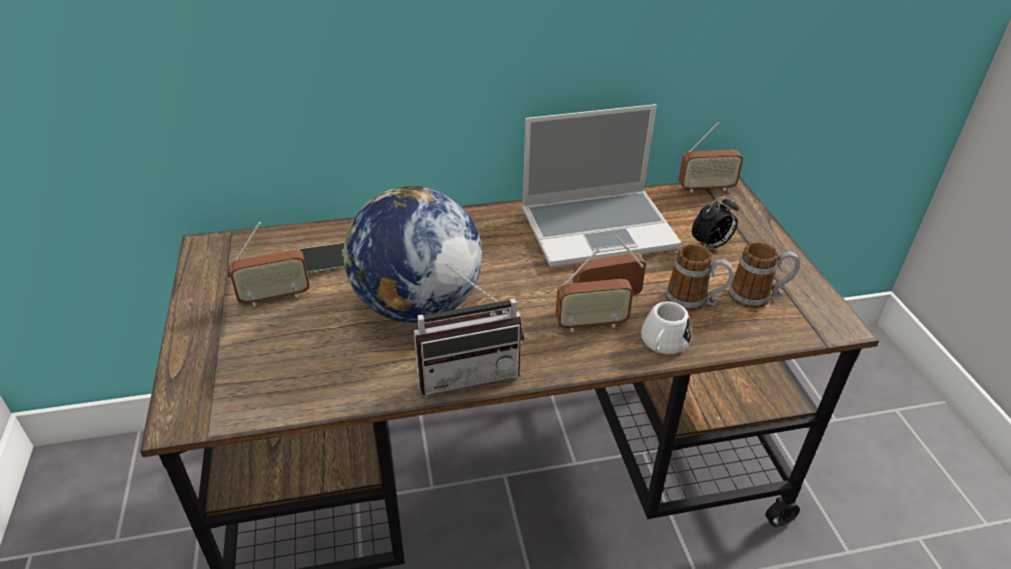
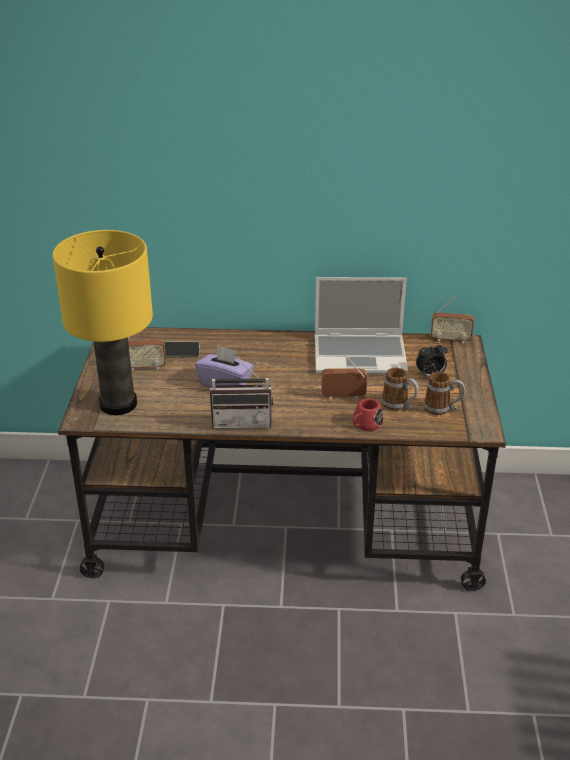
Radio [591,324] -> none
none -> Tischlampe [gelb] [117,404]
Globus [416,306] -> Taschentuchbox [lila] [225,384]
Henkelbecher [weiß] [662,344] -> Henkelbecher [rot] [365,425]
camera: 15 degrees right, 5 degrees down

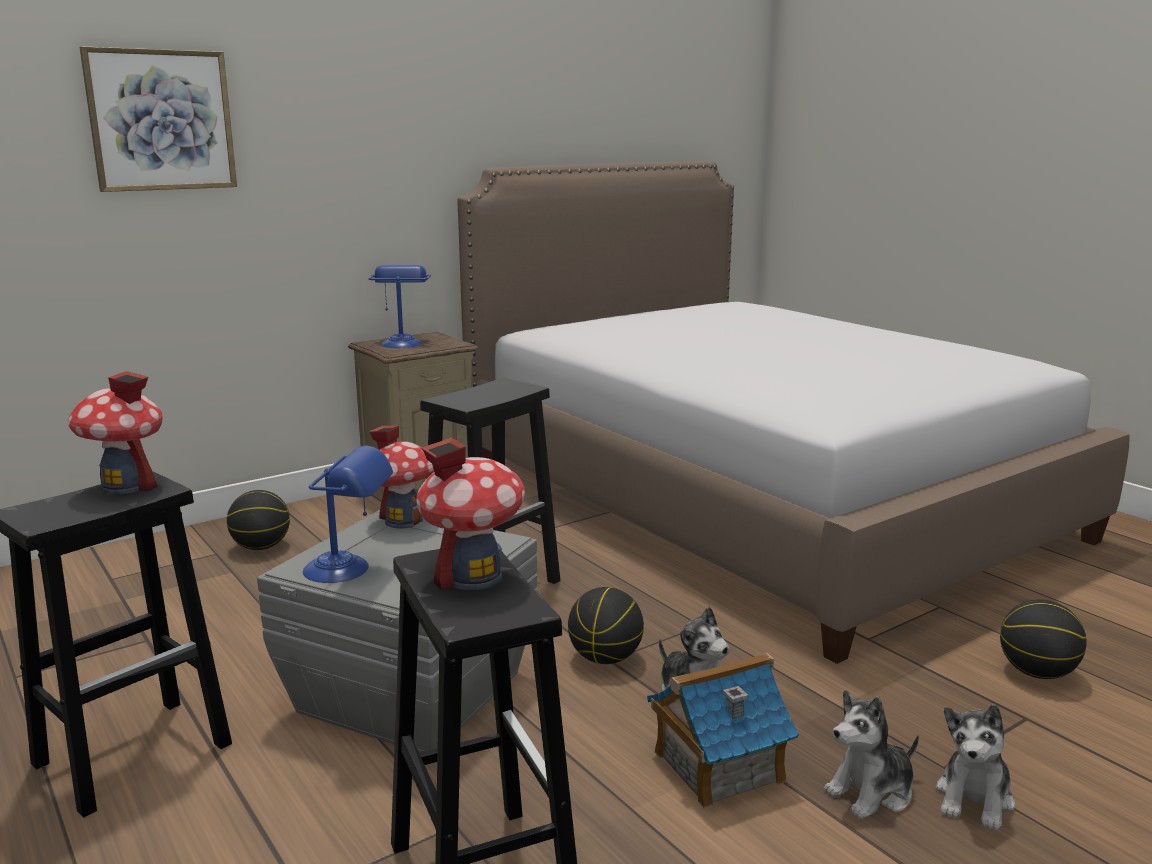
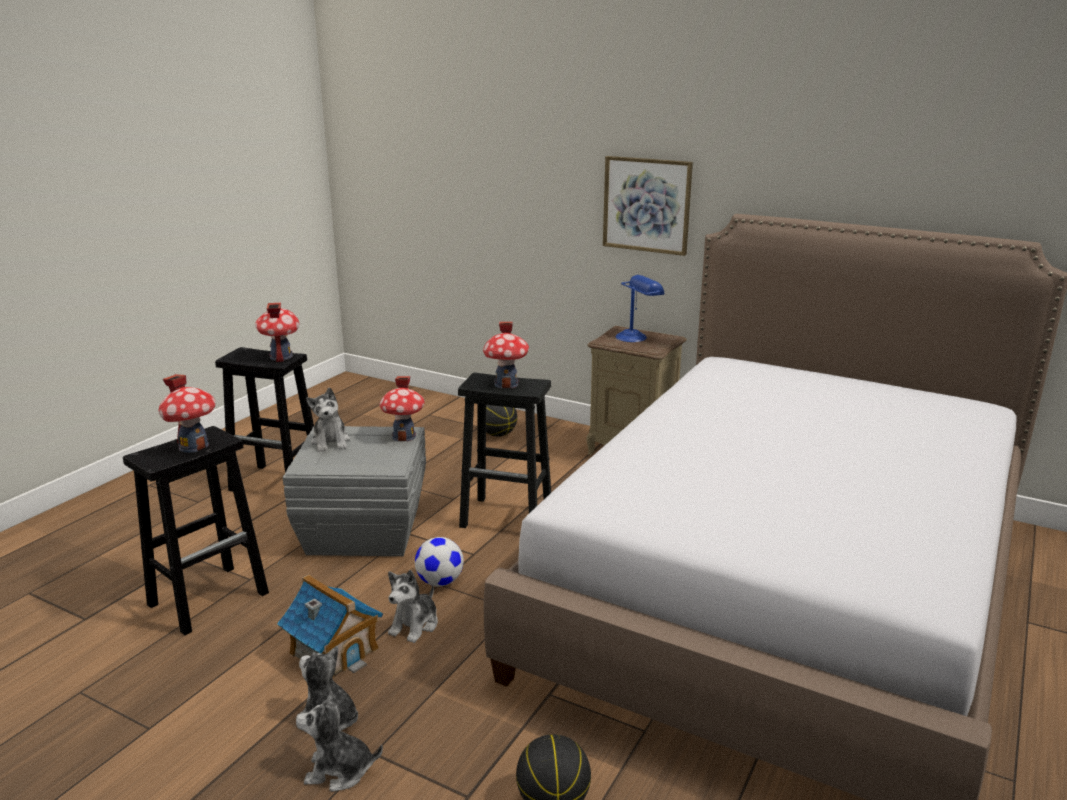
none -> Spielzeughaus [506,384]
Bild [161,120] -> Bild [646,205], moved
Tischlampe [blau] [350,568] -> Plüschtier [331,442]
Basketball [605,658] -> Fußball [440,582]
camera: 65 degrees right, 5 degrees up

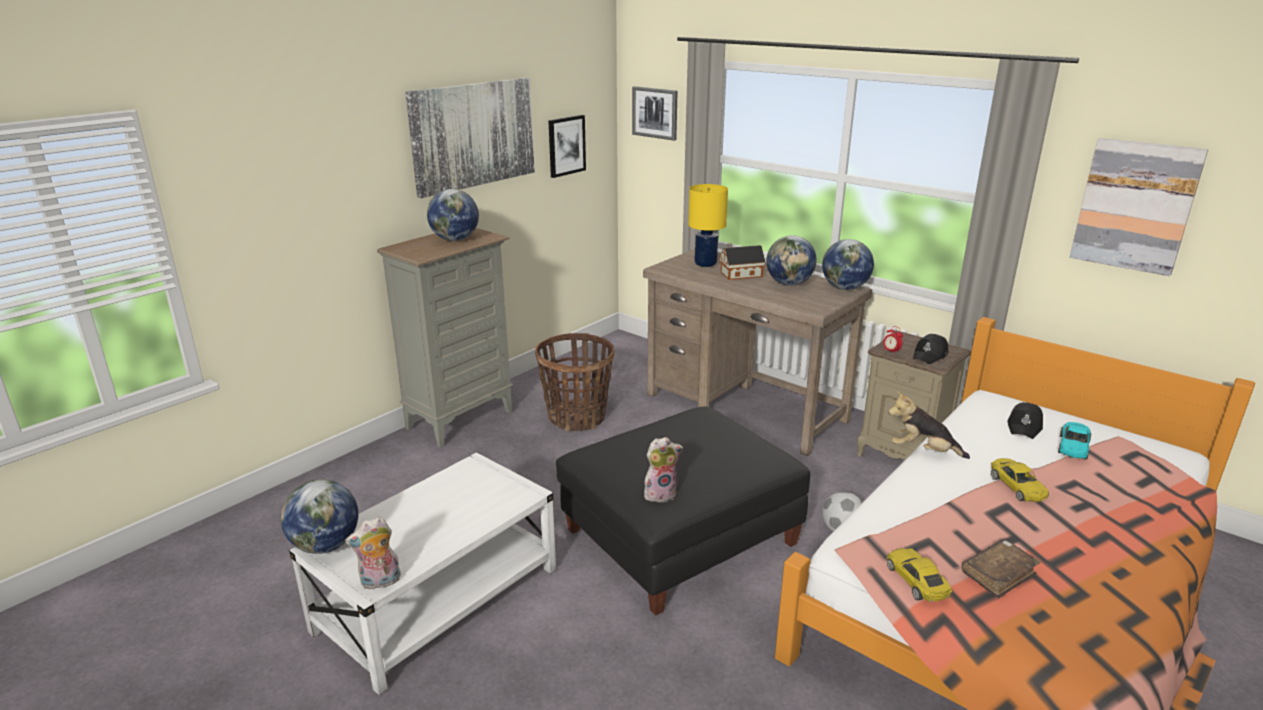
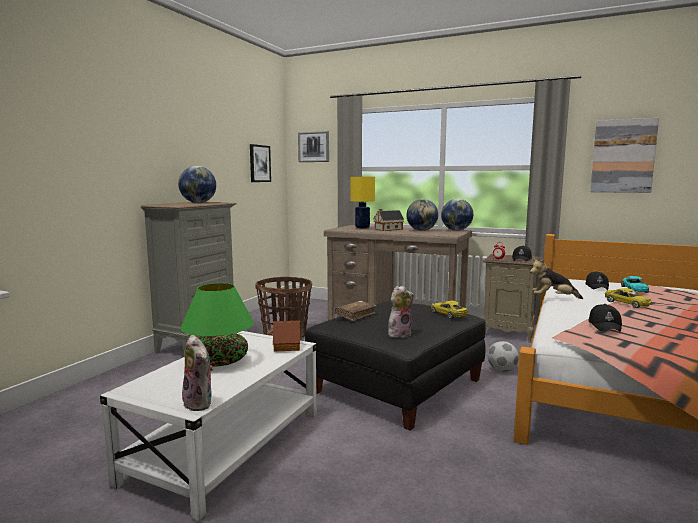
Globus [325,546] -> none
Bild [473,135] -> none
none -> Tischlampe [grün] [220,361]
none -> Spielzeughaus [287,346]
none -> Kappe [schwarz] [605,325]
Spielzeugauto [gelb] [917,581] -> Spielzeugauto [gelb] [448,314], moved
Buch [braun] [998,574] -> Buch [braun] [356,315], moved
Plüschtier [380,582] -> Plüschtier [200,403], 90 degrees counterclockwise
camera: 15 degrees left, 15 degrees down

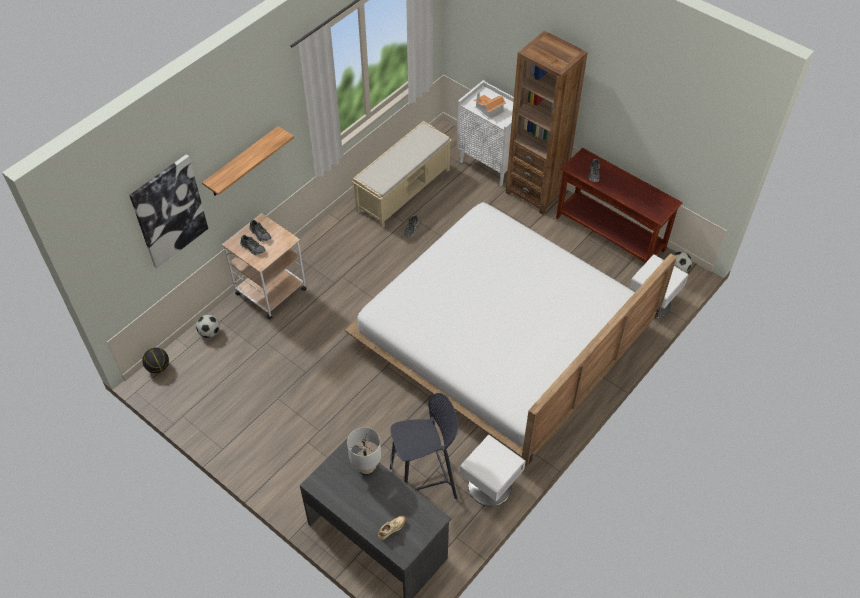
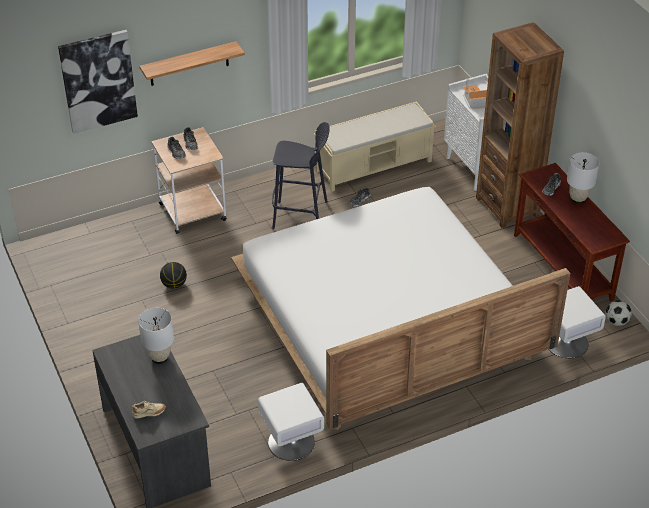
Fußball [209,332] -> none
none -> Tischlampe [weiß] [578,199]
Basketball [158,367] -> Basketball [174,284], moved
Hocker [grau] [424,479] -> Hocker [grau] [301,217], moved
camera: 25 degrees right, 10 degrees down

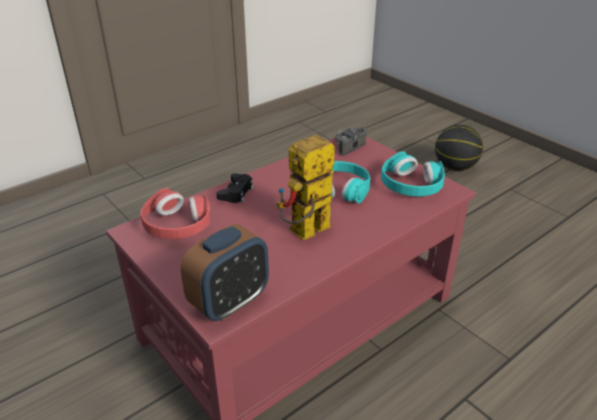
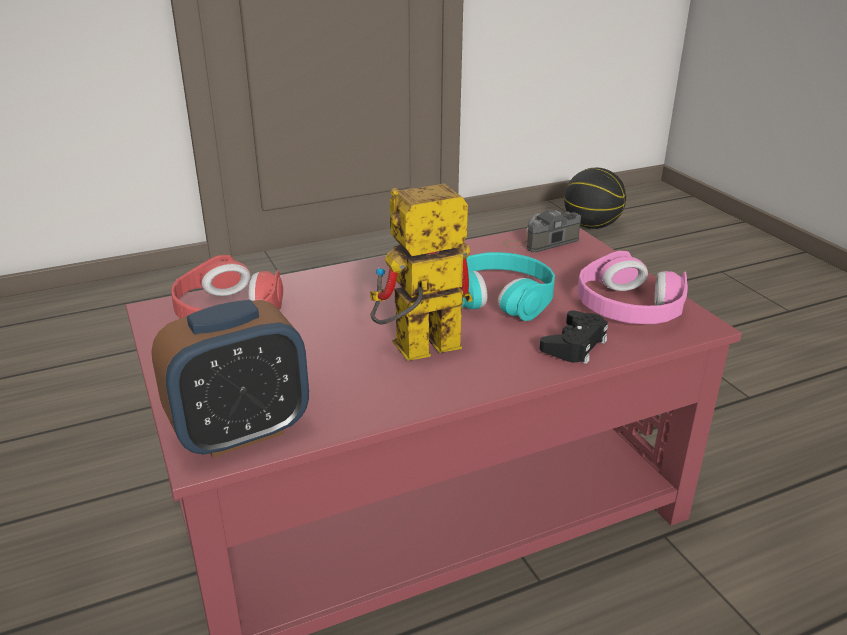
Gamepad [schwarz] [236,192] -> Gamepad [schwarz] [575,344], moved
Basketball [455,167] -> Basketball [591,226], moved
Kopfhörer [türkis] [411,185] -> Kopfhörer [rosa] [628,307]
camera: 15 degrees right, 5 degrees down

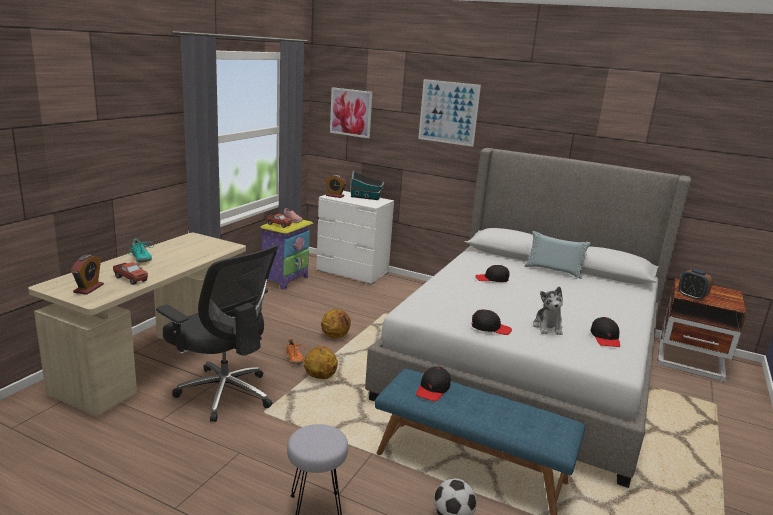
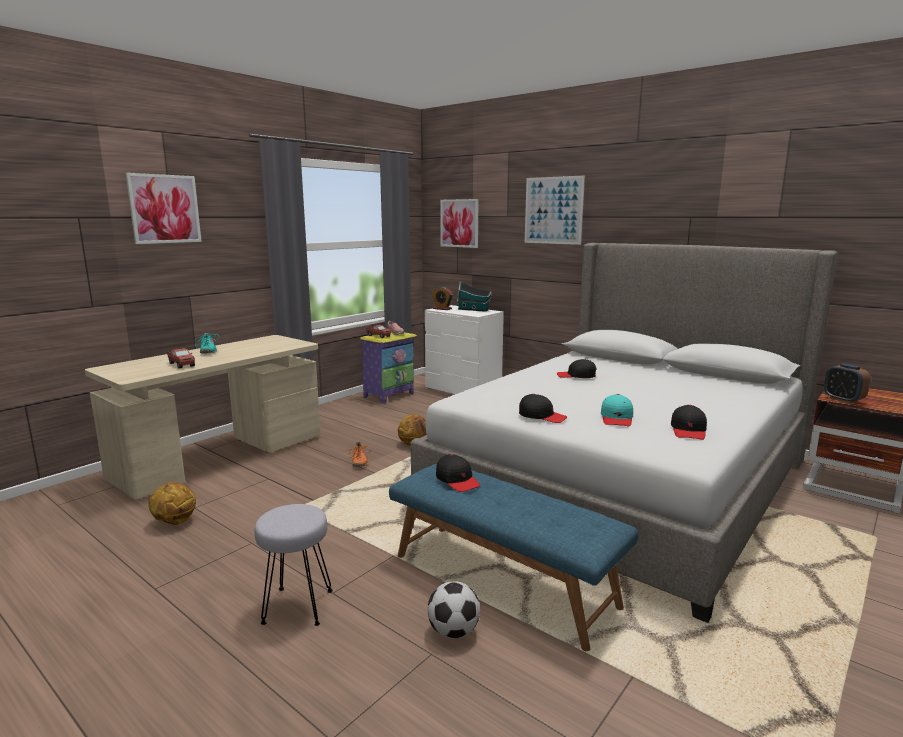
Wecker [88,288] -> none
Bürostuhl [224,393] -> none
Kissen [blau] [553,271] -> none
none -> Bild [164,209]
Basketball [320,377] -> Basketball [174,522], moved
Plüschtier [547,327] -> Kappe [türkis] [617,418]
Kappe [schwarz] [433,389] -> Kappe [schwarz] [457,480], 75 degrees counterclockwise
camera: 15 degrees right, 5 degrees down

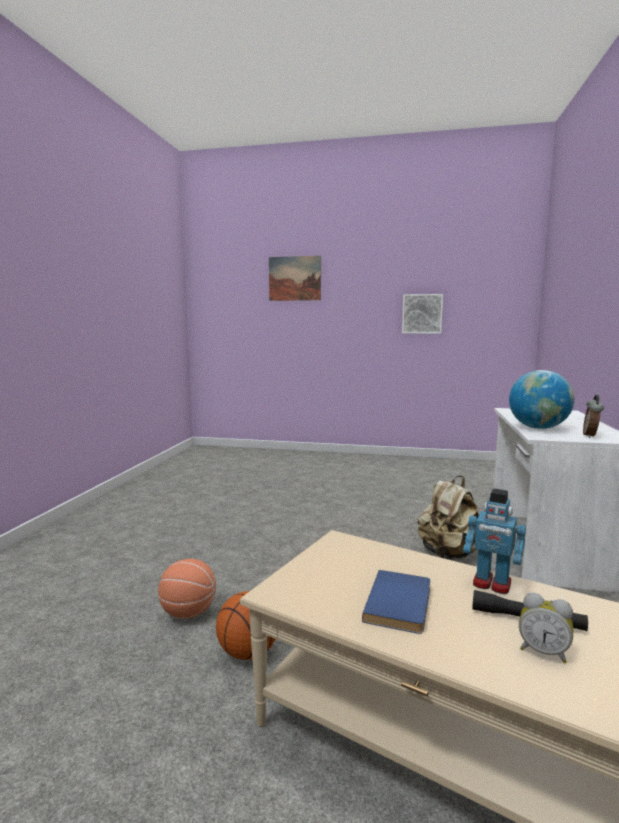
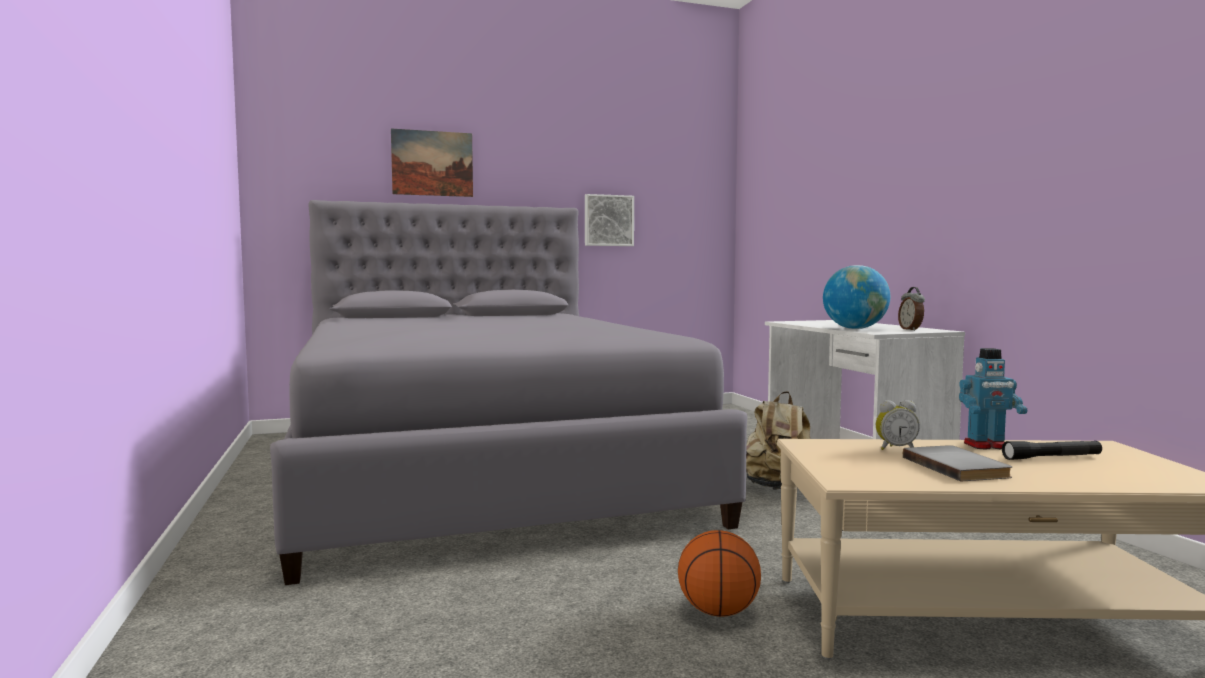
Basketball [189,613] -> none
none -> Bett [grau] [482,468]
Wecker [543,651] -> Wecker [895,448], moved
Buch [blau] [401,604] -> Buch [grau] [958,467]
camera: 30 degrees left, 5 degrees down

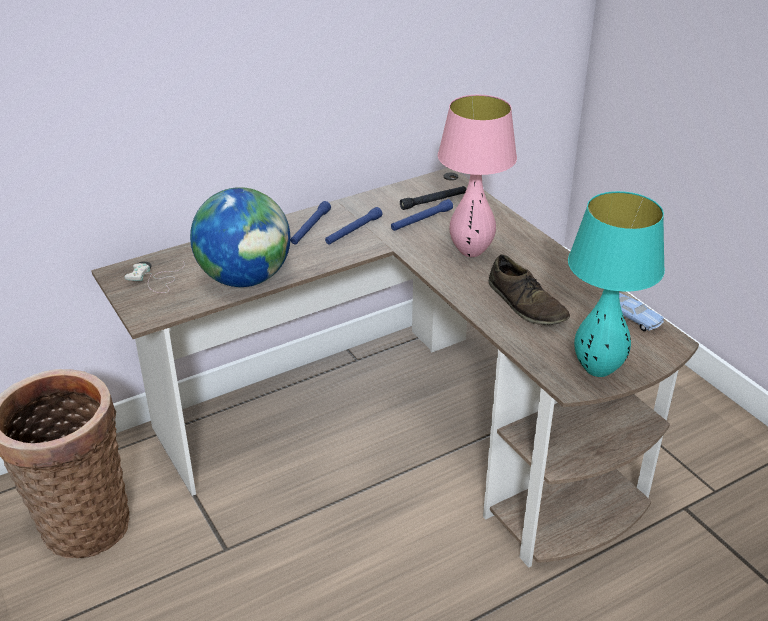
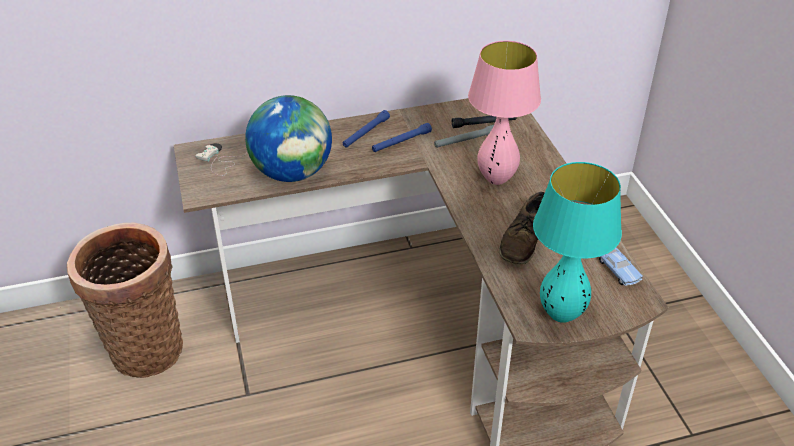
Taschenlampe [blau] [421,220] -> Taschenlampe [grau] [465,141]
Schuh [braun] [526,304] -> Schuh [braun] [524,239], 45 degrees clockwise
camera: 15 degrees right, 5 degrees up

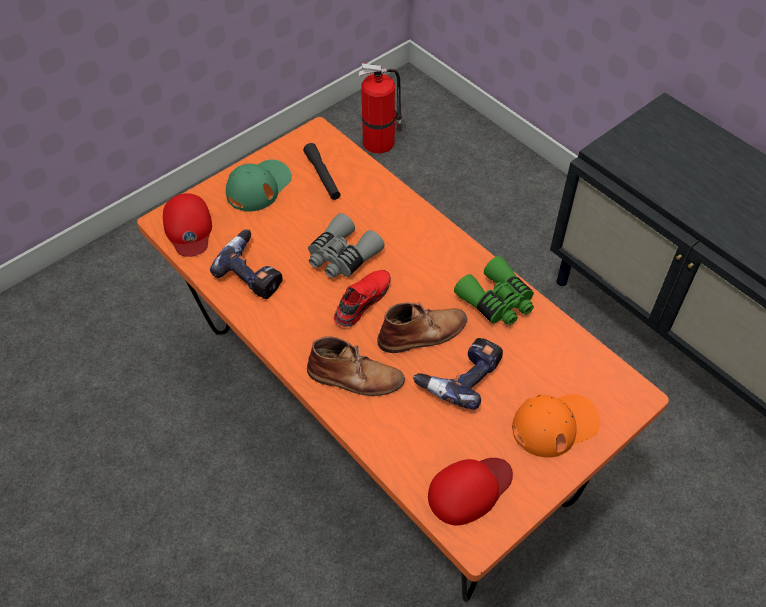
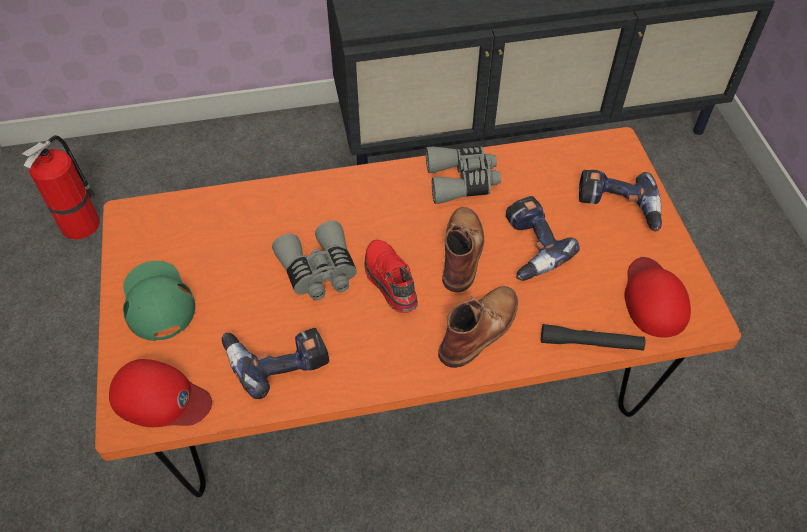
Taschenlampe [schwarz] [322,176] -> Taschenlampe [schwarz] [590,343], moved
Kappe [orange] [555,425] -> Bohrmaschine [617,208]
Fernglas [grün] [497,301] -> Fernglas [grau] [462,181]
camera: 60 degrees left, 0 degrees up

